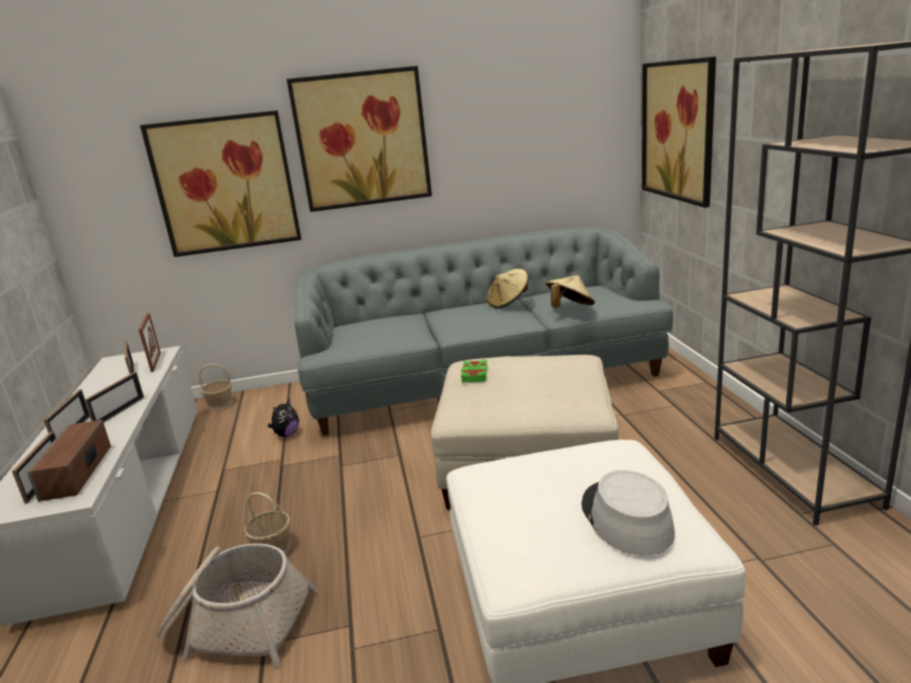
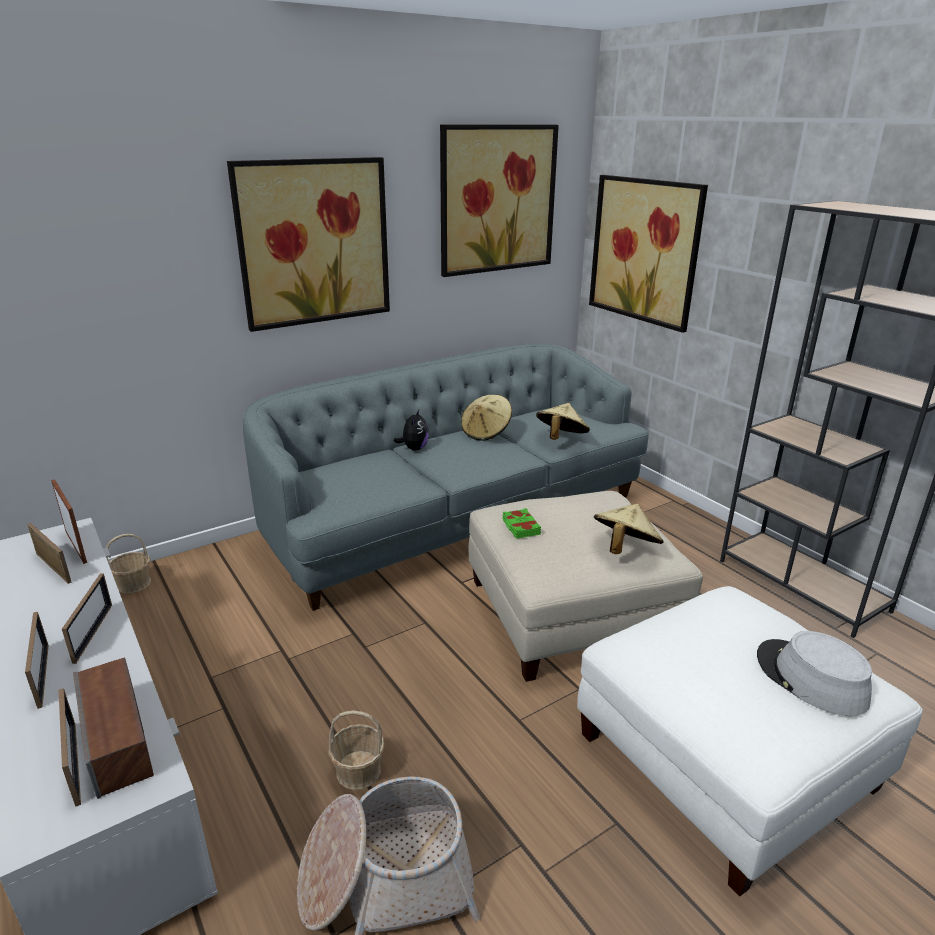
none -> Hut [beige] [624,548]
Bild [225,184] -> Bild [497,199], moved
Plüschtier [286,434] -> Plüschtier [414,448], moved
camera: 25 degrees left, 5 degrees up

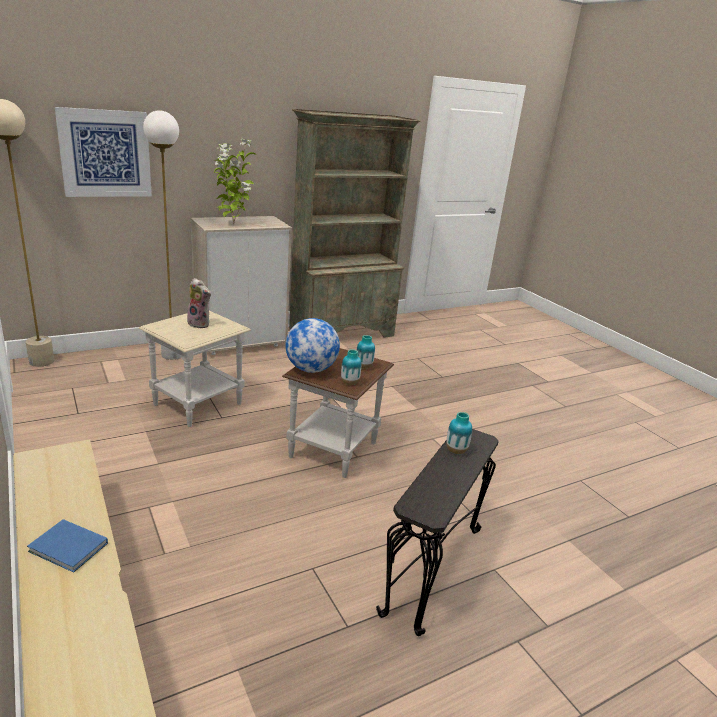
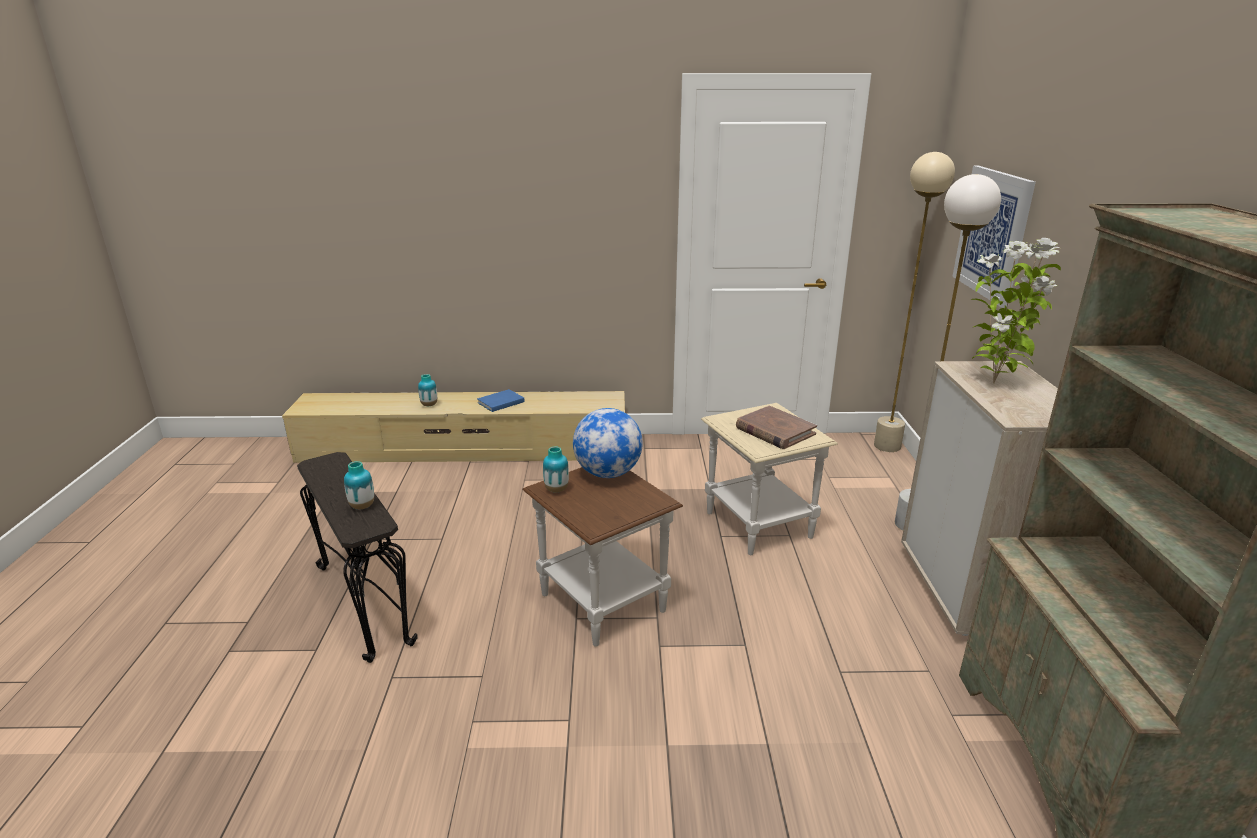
Vase [364,367] -> Vase [429,405], moved
Plüschtier [200,324] -> Buch [braun] [774,431]
camera: 120 degrees right, 0 degrees up

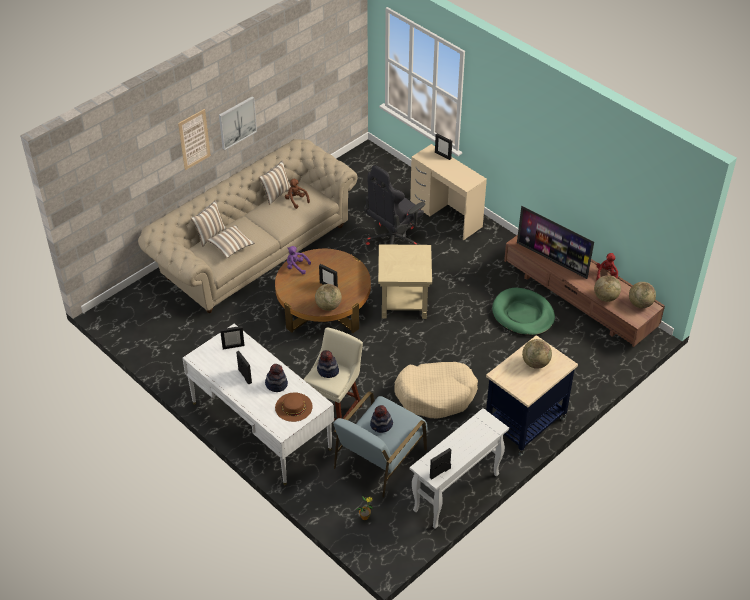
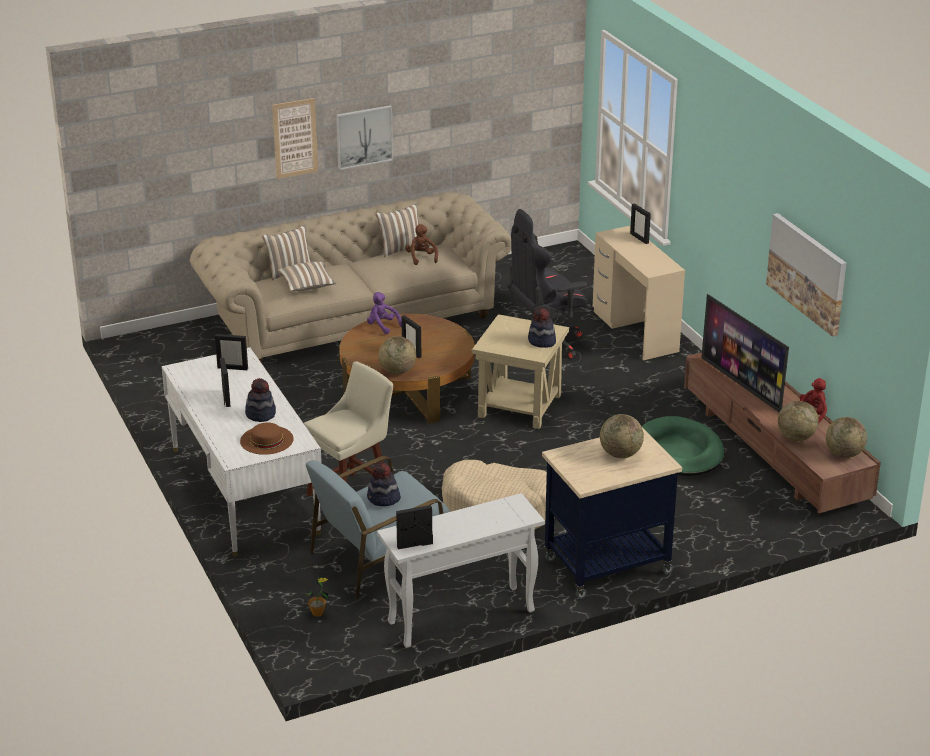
none -> Bild [807,273]
Hut [327,371] -> Hut [541,341], moved
camera: 20 degrees right, 15 degrees down

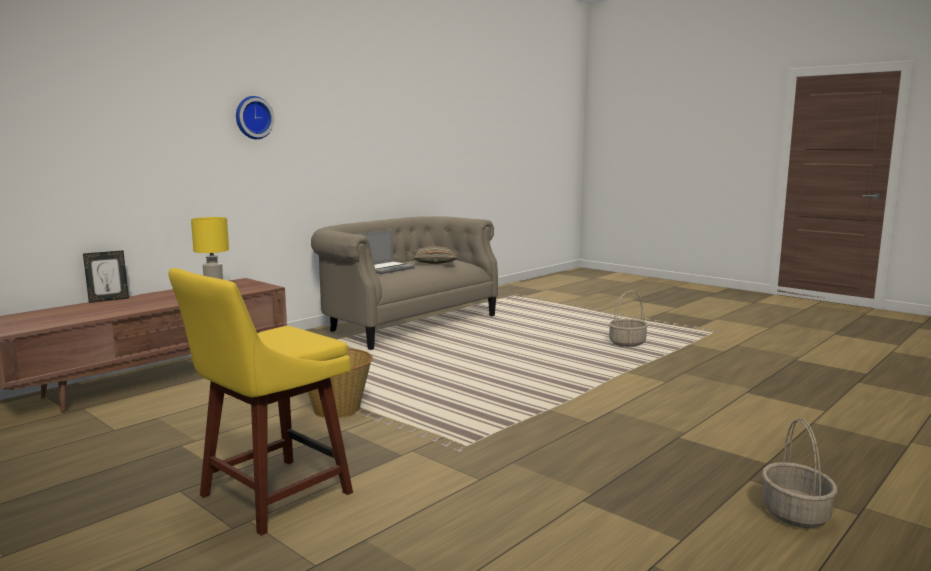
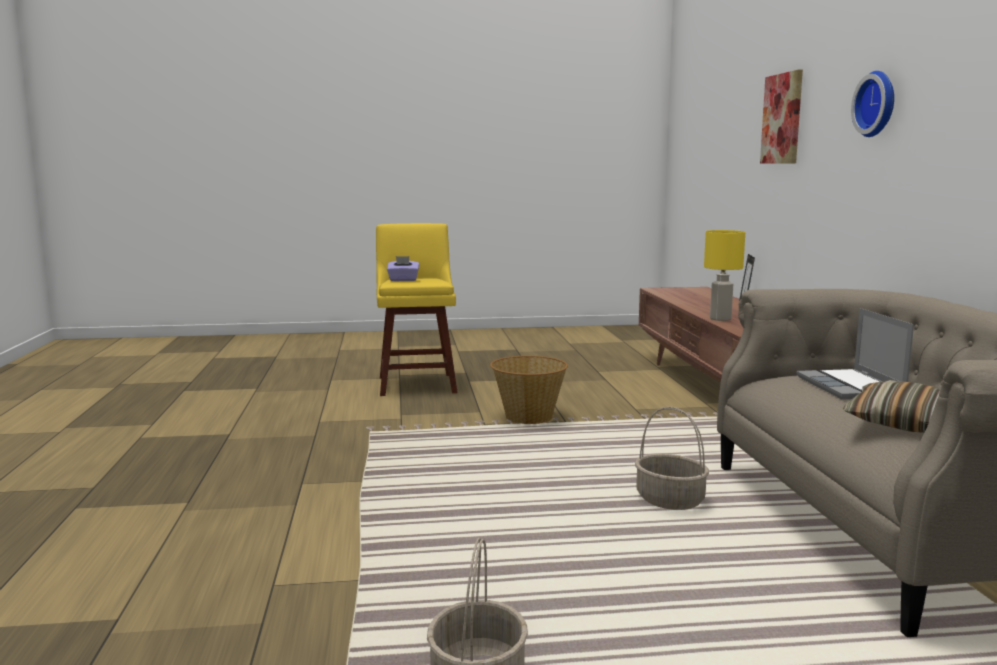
none -> Taschentuchbox [lila] [403,280]
none -> Bild [782,119]
Korb [796,514] -> Korb [669,500], moved
camera: 130 degrees right, 0 degrees up

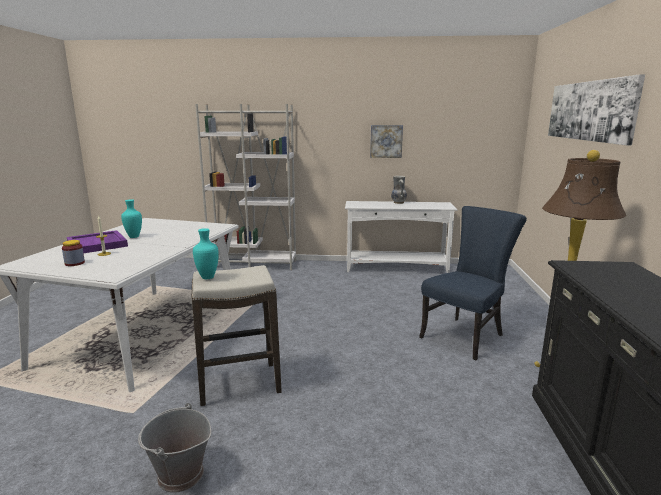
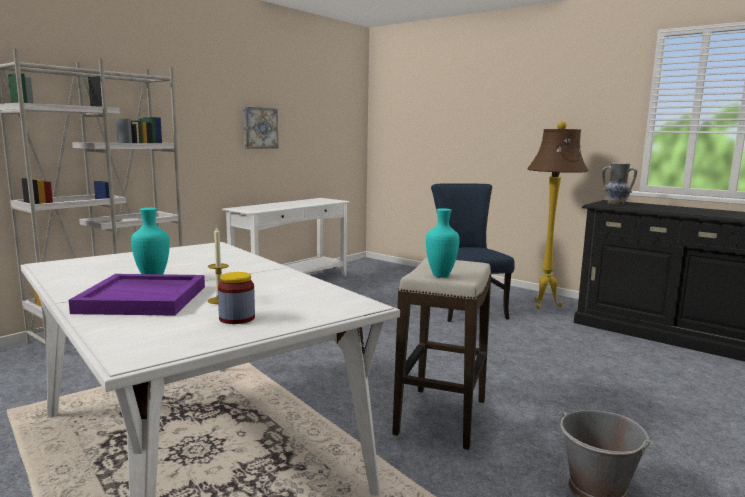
Bild [589,111] -> none
Vase [398,203] -> Vase [615,203], moved
camera: 55 degrees left, 5 degrees down

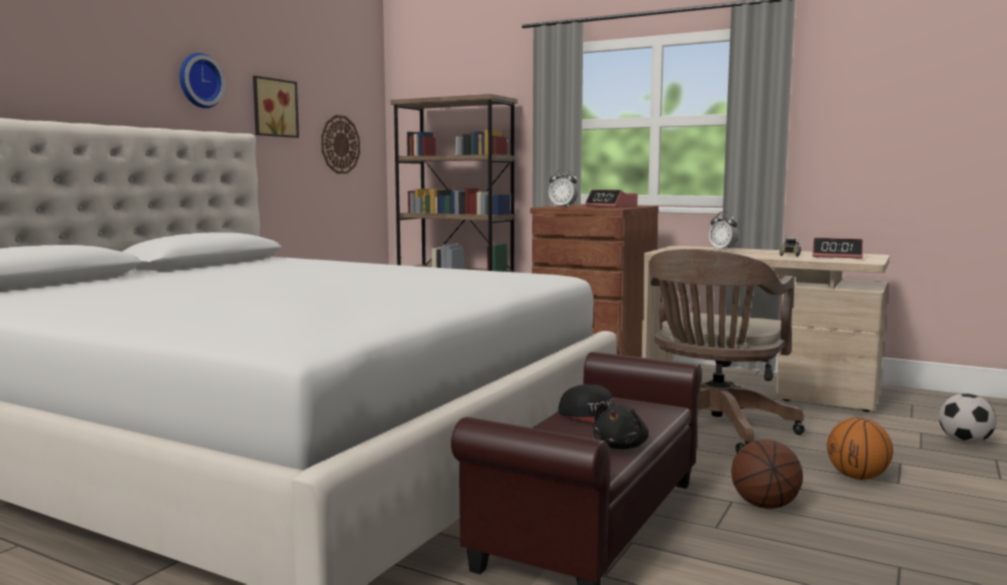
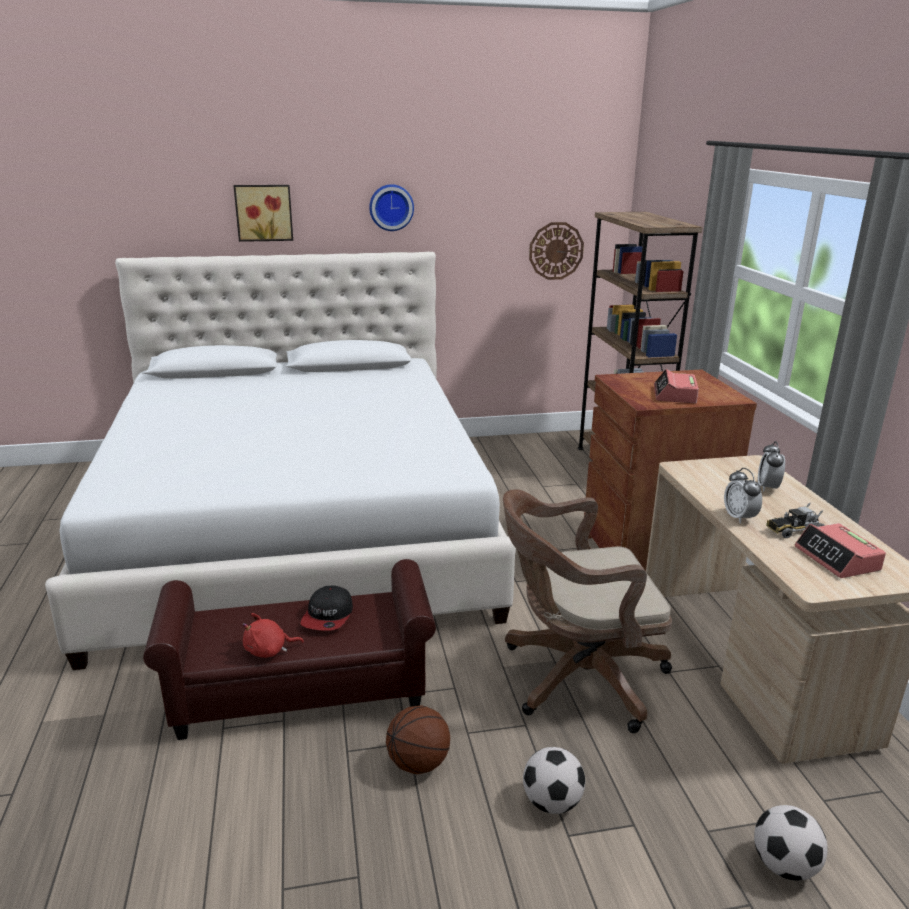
Bild [273,108] -> Bild [264,212], moved
Wecker [563,207] -> Wecker [739,517], moved
Basketball [857,477] -> Fußball [552,802]
Plüschtier [schwarz] [621,446] -> Plüschtier [rot] [269,650]
camera: 50 degrees right, 15 degrees up

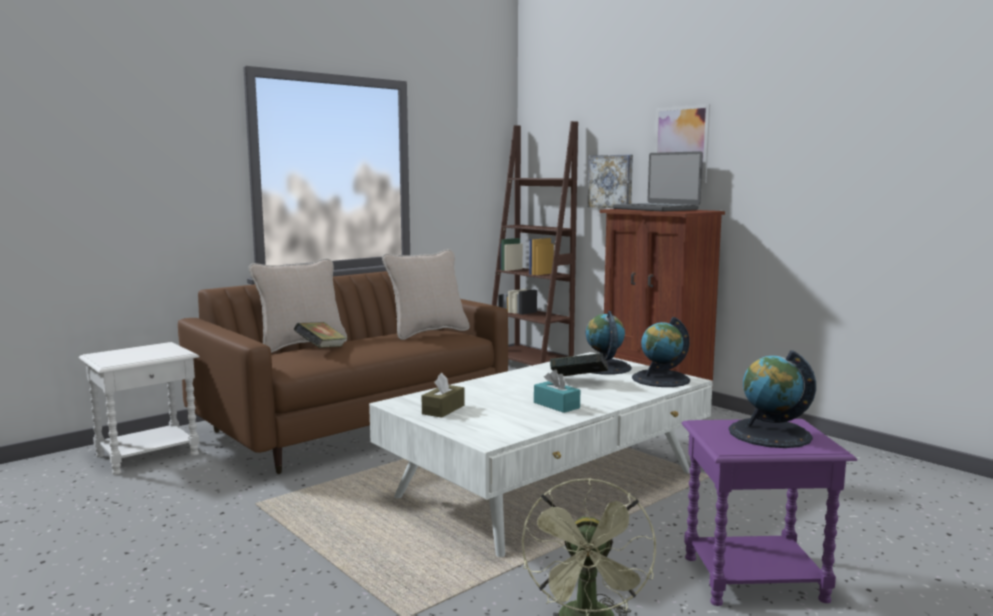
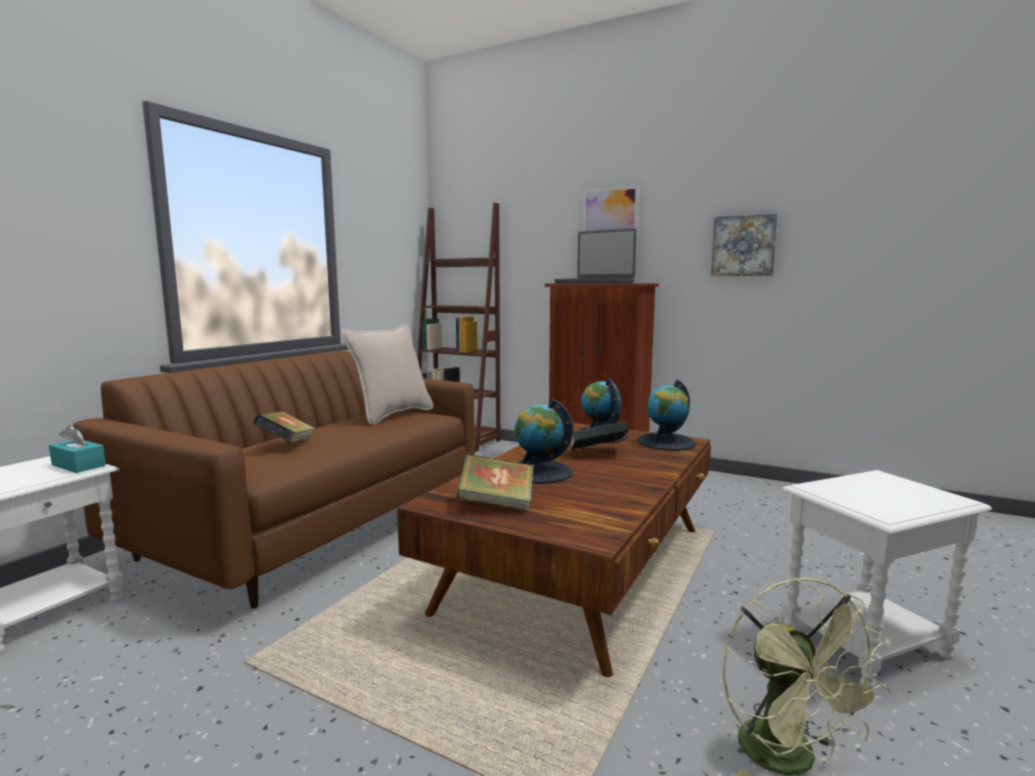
Kissen [beige] [301,345] -> none
Taschentuchbox [türkis] [556,405] -> Taschentuchbox [türkis] [78,465], moved
Bild [611,181] -> Bild [743,246], moved
Globus [769,434] -> Globus [538,472], moved
Taschentuchbox [braun] [443,409] -> Buch [496,504]
Couchtisch [weiß] [550,485] -> Couchtisch [braun] [581,568]
Beistelltisch [lila] [755,579] -> Beistelltisch [weiß] [867,644]
camera: 20 degrees left, 0 degrees up

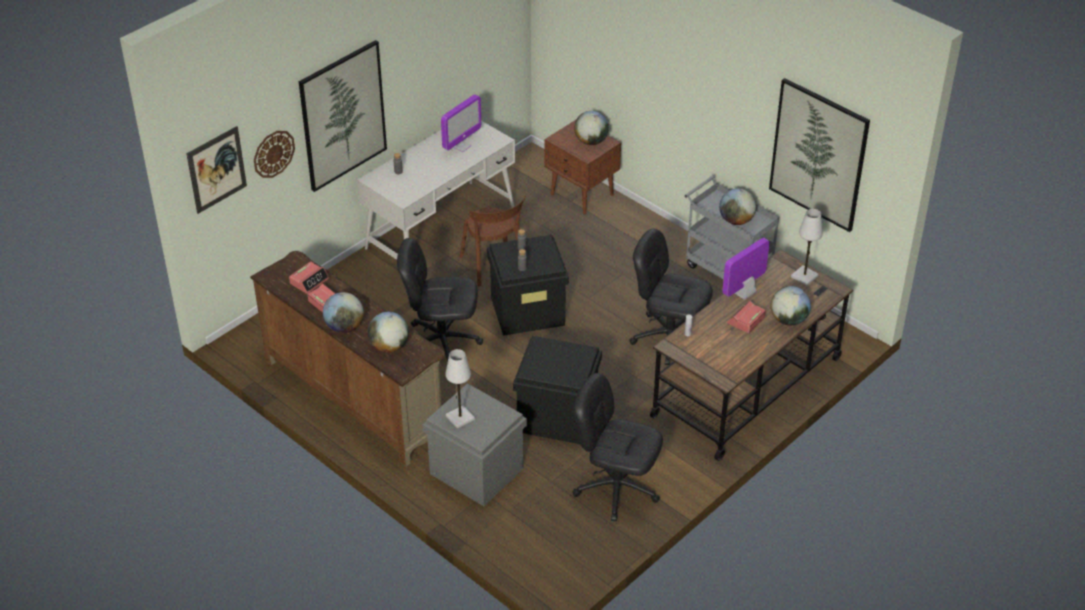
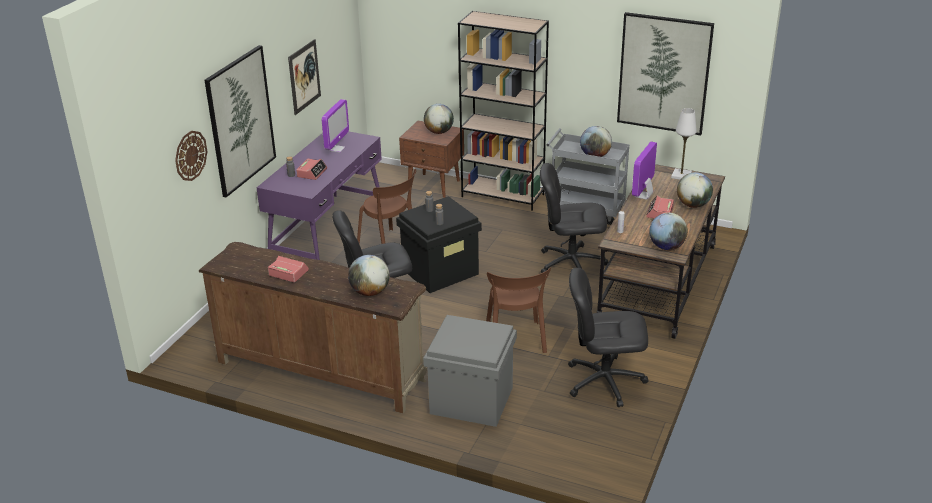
Tischlampe [weiß] [460,418] -> none
none -> Bücherregal [beige] [503,195]
Bild [216,169] -> Bild [304,77], moved
Wecker [309,281] -> Wecker [312,173], moved
Globus [344,327] -> Globus [666,247], moved
Aufbewahrungsbox [schwarz] [556,417] -> Stuhl [braun] [515,341]
Schreibtisch [weiß] [441,228] -> Schreibtisch [lila] [328,231]
camera: 20 degrees left, 10 degrees down

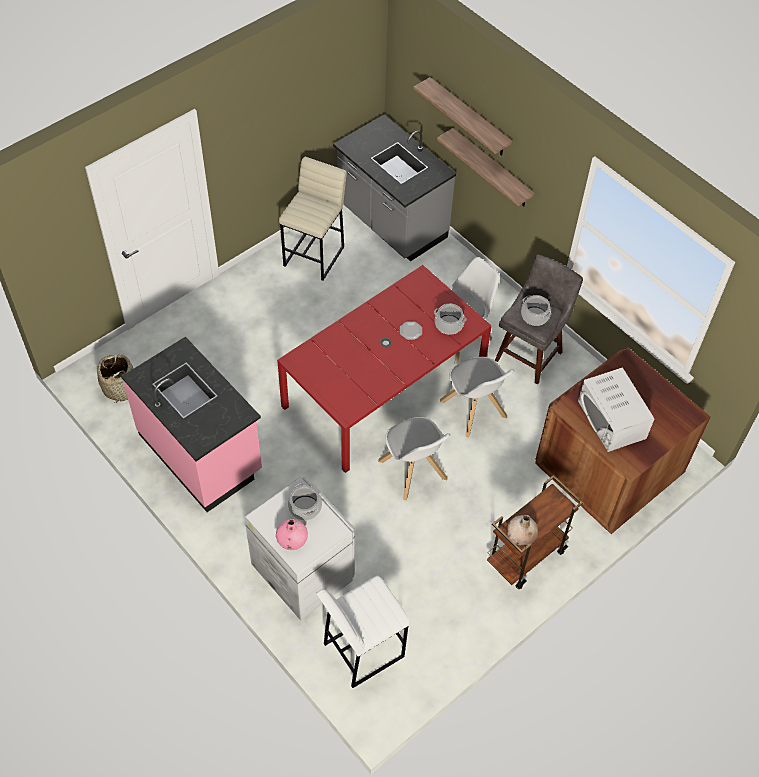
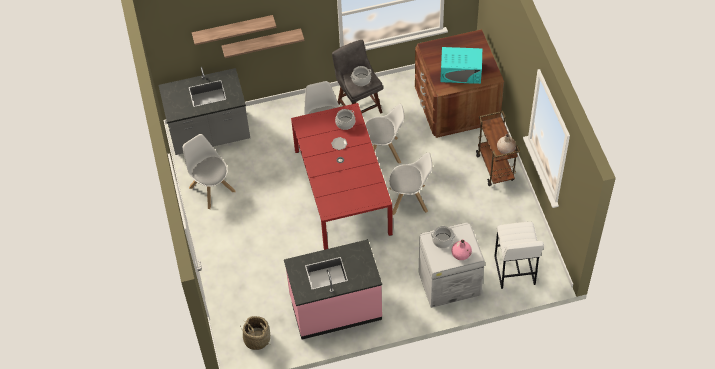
Hocker [beige] [314,255] -> Stuhl [211,188]
Mikrowelle [weiß] [611,419] -> Mikrowelle [türkis] [461,72]
camera: 60 degrees left, 0 degrees up

